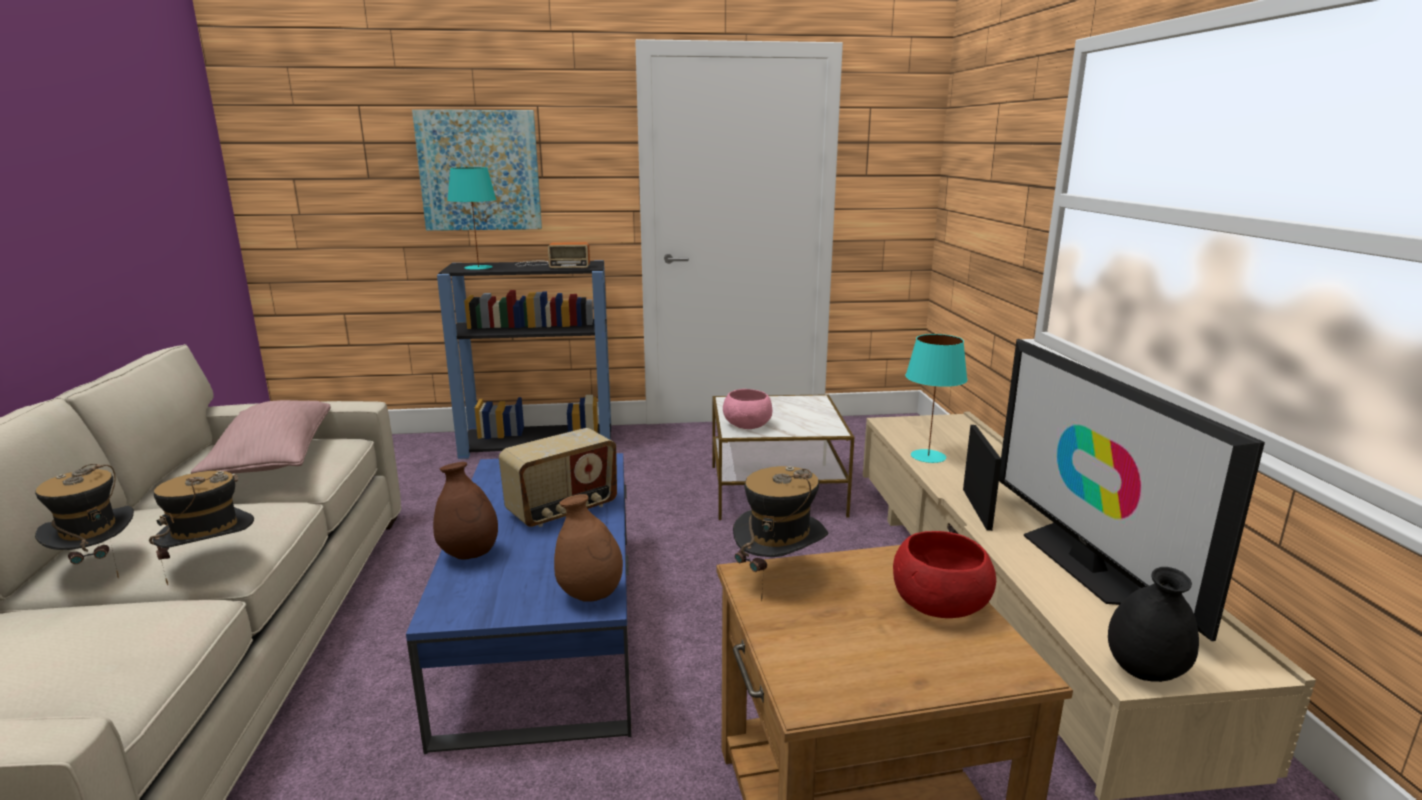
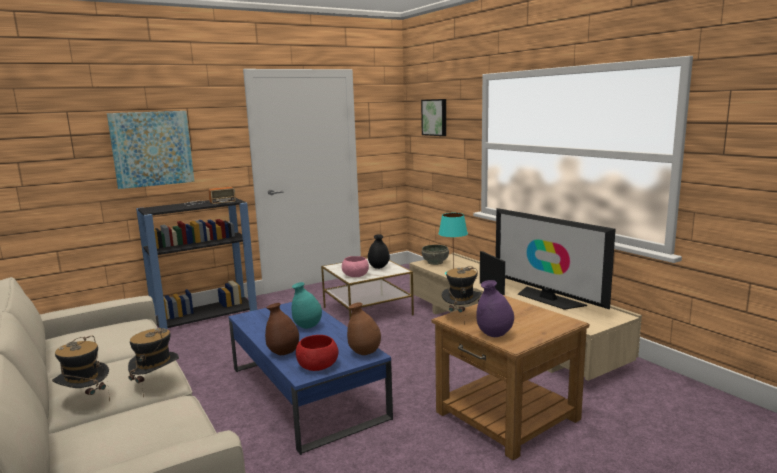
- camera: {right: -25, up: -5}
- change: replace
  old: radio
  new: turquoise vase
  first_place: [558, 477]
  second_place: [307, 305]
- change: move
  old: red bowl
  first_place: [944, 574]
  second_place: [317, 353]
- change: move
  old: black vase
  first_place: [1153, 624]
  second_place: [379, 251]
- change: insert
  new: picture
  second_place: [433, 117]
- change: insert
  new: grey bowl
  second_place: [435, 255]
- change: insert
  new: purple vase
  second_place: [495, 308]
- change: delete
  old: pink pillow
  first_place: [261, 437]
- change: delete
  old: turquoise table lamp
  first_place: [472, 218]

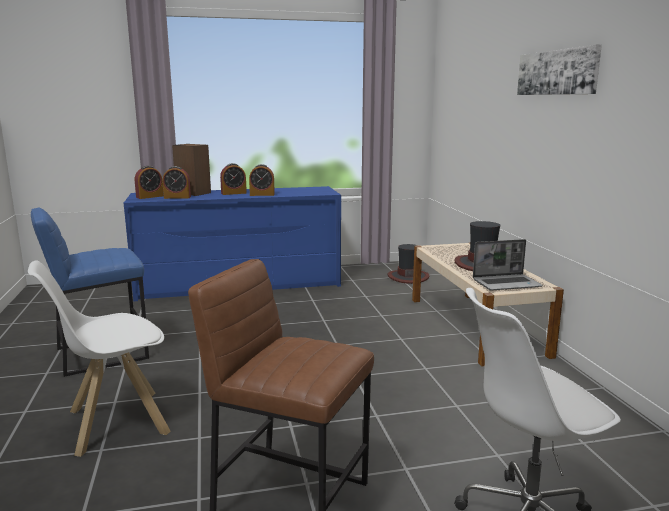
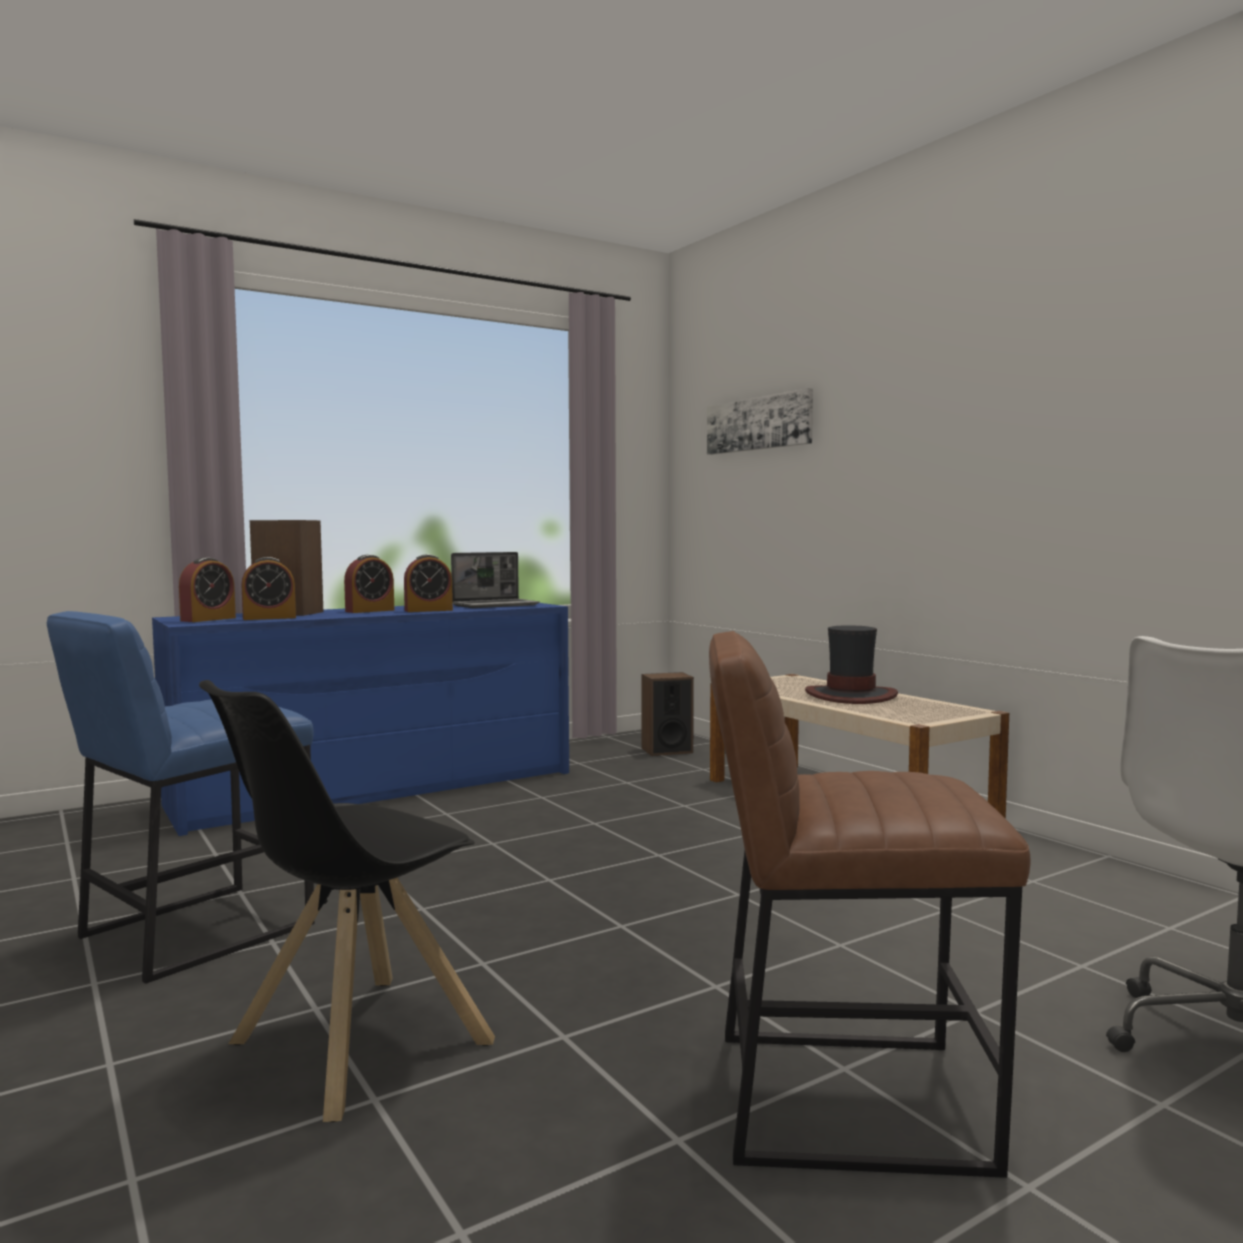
- camera: {right: -20, up: -10}
- change: recolor
  old: white chair
  new: black chair
  first_place: [99, 359]
  second_place: [347, 901]
- change: move
  old: laptop
  first_place: [508, 264]
  second_place: [495, 580]
- change: replace
  old: hat
  new: speaker
  first_place: [408, 264]
  second_place: [668, 714]
- change: move
  old: picture
  first_place: [559, 70]
  second_place: [760, 421]

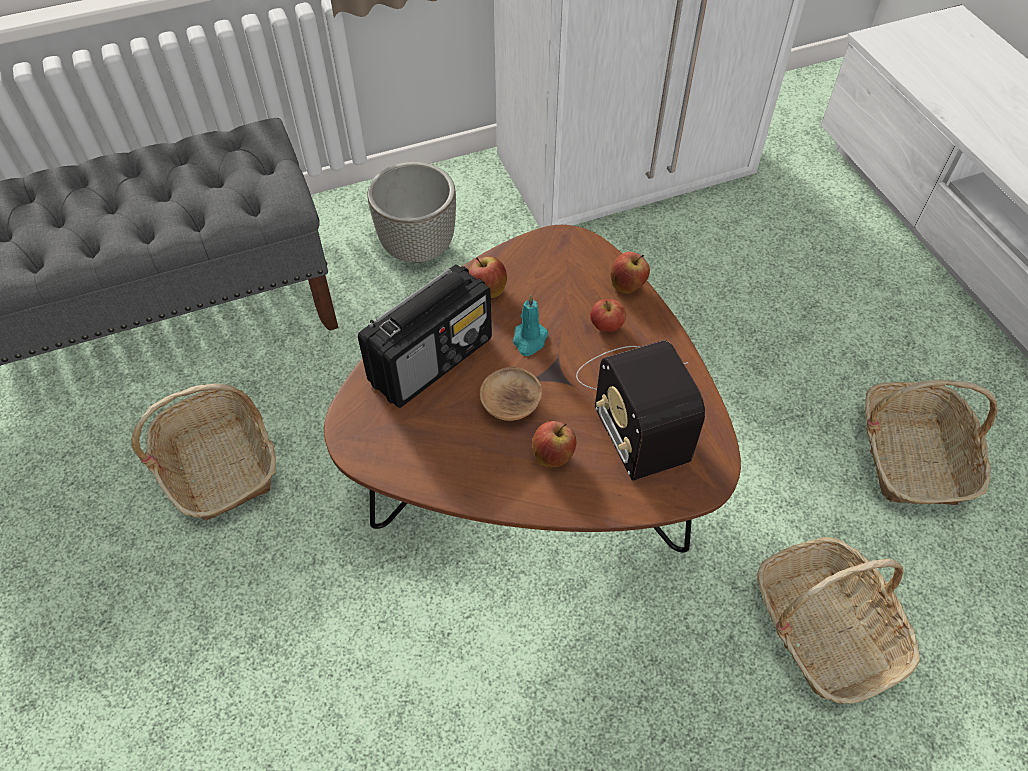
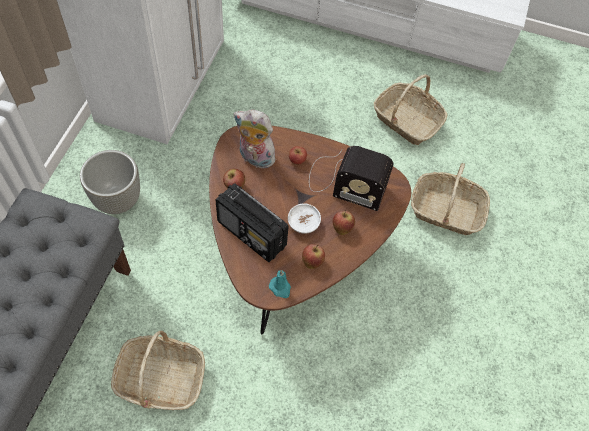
- camera: {right: -55, up: 5}
- change: rotate
  old: radio
  first_place: [425, 336]
  second_place: [252, 222]
  degrees: 135
- change: insert
  new: plush toy
  second_place: [254, 140]
- change: move
  old: turquoise candle
  first_place: [530, 325]
  second_place: [280, 284]
- change: recolor
  old: brown bowl
  new: white bowl
  first_place: [511, 394]
  second_place: [304, 218]
- change: move
  old: apple
  first_place: [630, 273]
  second_place: [313, 256]

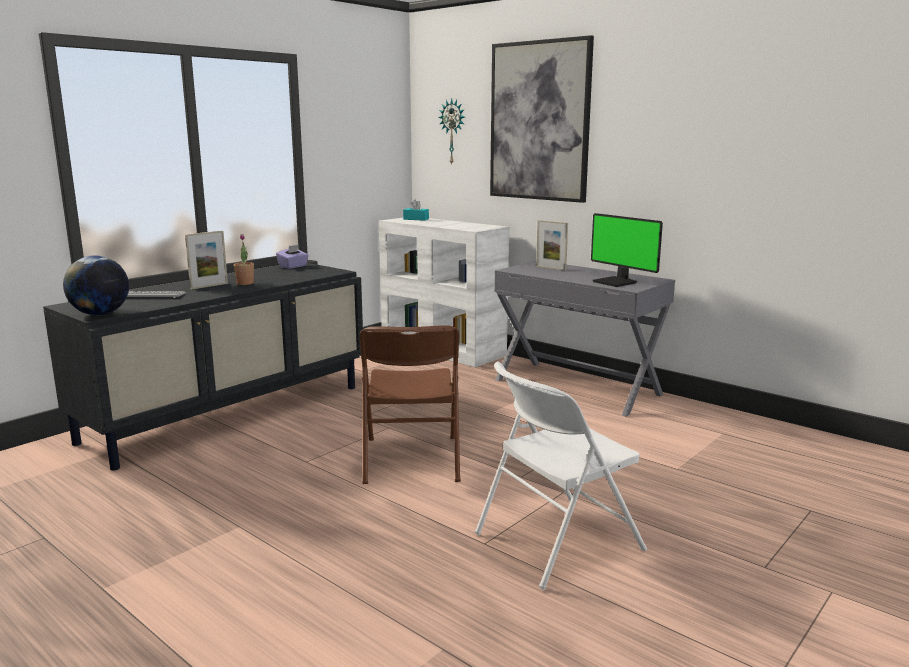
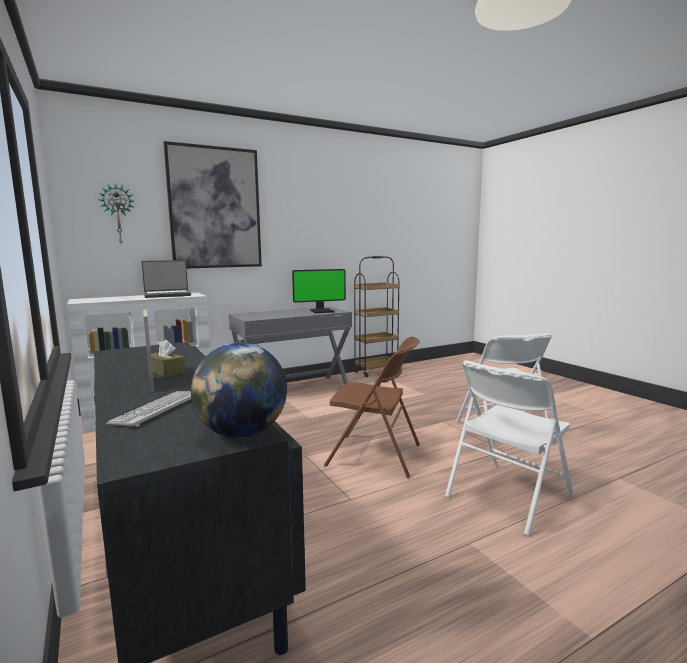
- camera: {right: -70, up: -5}
- change: insert
  new: laptop
  second_place: [166, 279]
- change: replace
  old: potted plant
  new: brown tissue box
  first_place: [244, 259]
  second_place: [166, 358]
- change: insert
  new: brown cart
  second_place: [377, 316]
- change: insert
  new: white chair
  second_place: [509, 448]
- change: delete
  old: purple tissue box
  first_place: [292, 257]
- change: delete
  old: turquoise tissue box
  first_place: [416, 210]
- change: delete
  old: picture frame
  first_place: [552, 245]

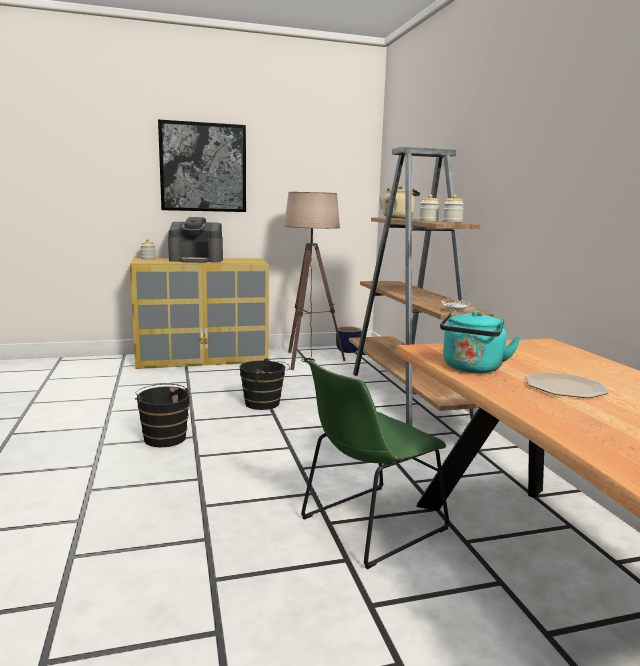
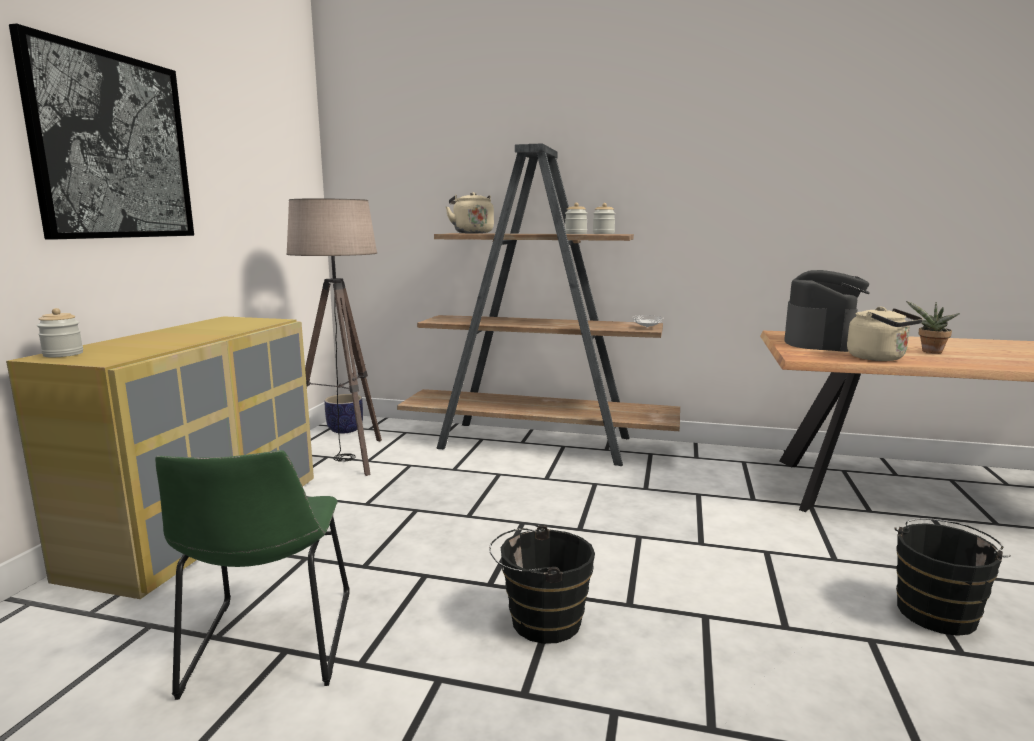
- camera: {right: -60, up: 0}
- change: move
  old: green chair
  first_place: [375, 464]
  second_place: [252, 575]
- change: move
  old: coffee machine
  first_place: [195, 240]
  second_place: [827, 311]
- change: recolor
  old: turquoise kettle
  new: beige kettle
  first_place: [480, 342]
  second_place: [885, 334]
- change: move
  old: black bucket
  first_place: [264, 384]
  second_place: [953, 577]
- change: replace
  old: plate
  new: potted plant
  first_place: [567, 385]
  second_place: [933, 327]

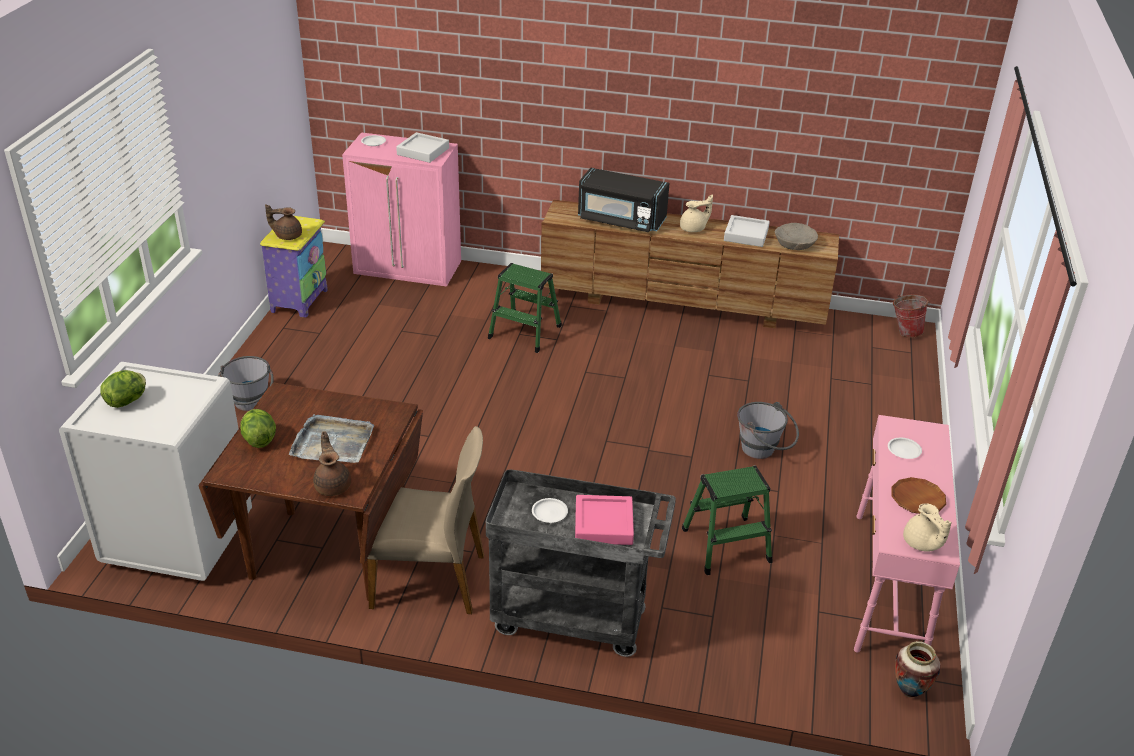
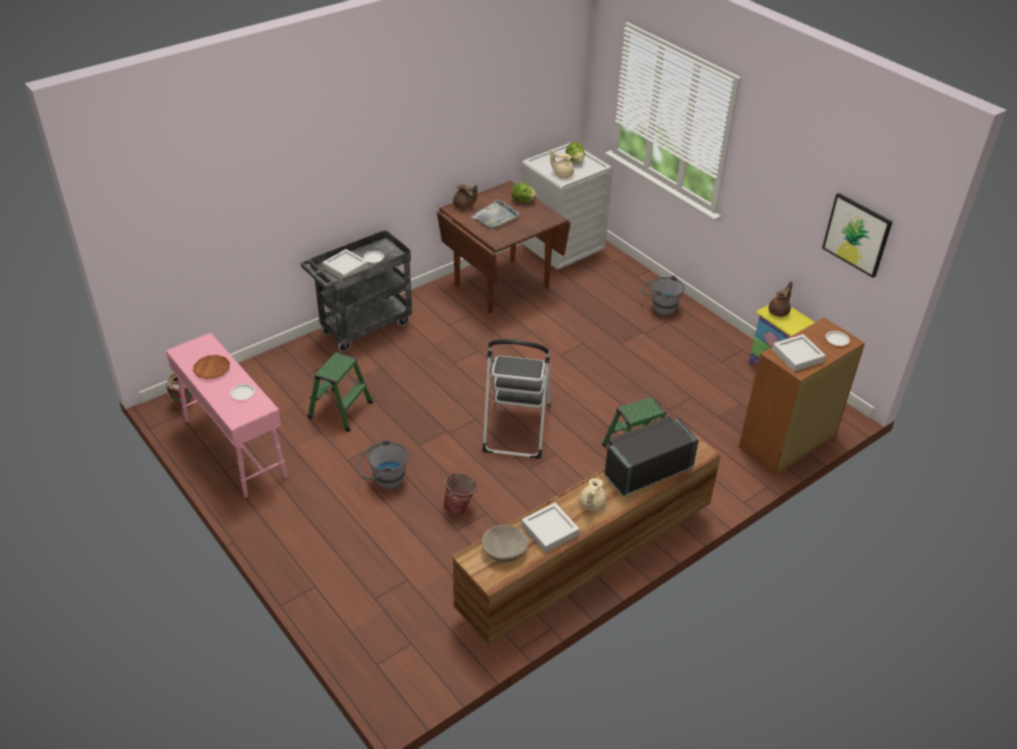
- camera: {right: 130, up: 5}
- change: recolor
  old: pink tray
  new: grey tray
  first_place: [604, 520]
  second_place: [345, 264]
- change: move
  old: bucket
  first_place: [912, 316]
  second_place: [460, 494]
- change: insert
  new: step ladder
  second_place: [517, 399]
- change: move
  old: beige teapot
  first_place: [927, 527]
  second_place: [562, 163]
- change: recolor
  old: pink cabinet
  new: brown cabinet
  first_place: [401, 209]
  second_place: [802, 396]
- change: insert
  new: picture
  second_place: [857, 235]
- change: delete
  old: beige chair
  first_place: [425, 520]

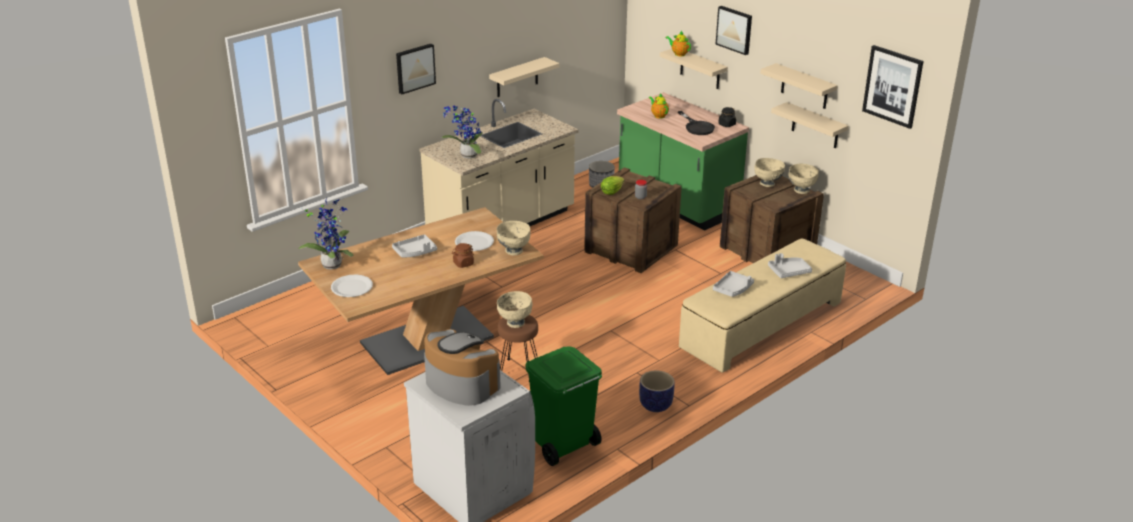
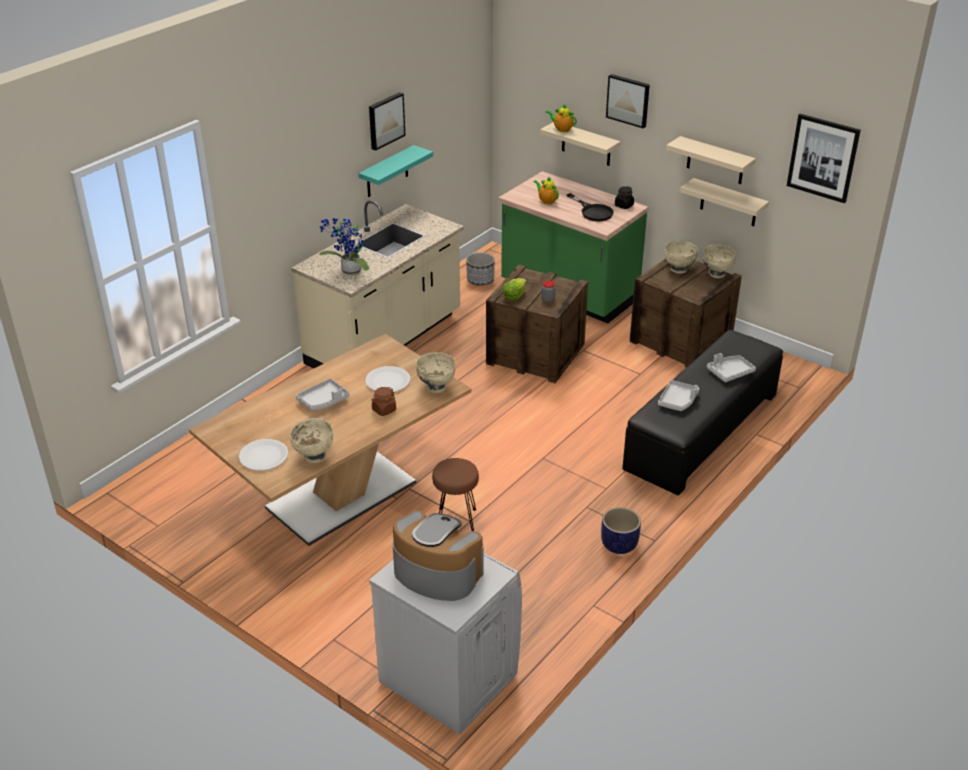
- camera: {right: -10, up: 5}
- change: move
  old: beige bowl
  first_place: [514, 309]
  second_place: [311, 440]
- change: recolor
  old: beige shelf
  new: turquoise shelf
  first_place: [524, 77]
  second_place: [396, 171]
- change: move
  old: picture
  first_place: [416, 69]
  second_place: [387, 121]
- change: recolor
  old: beige bench
  new: black bench
  first_place: [762, 306]
  second_place: [702, 412]
- change: delete
  old: potted plant
  first_place: [325, 234]
- change: delete
  old: green trash can
  first_place: [563, 406]

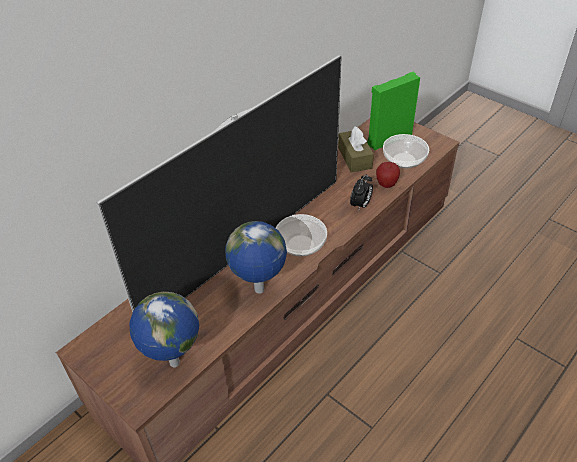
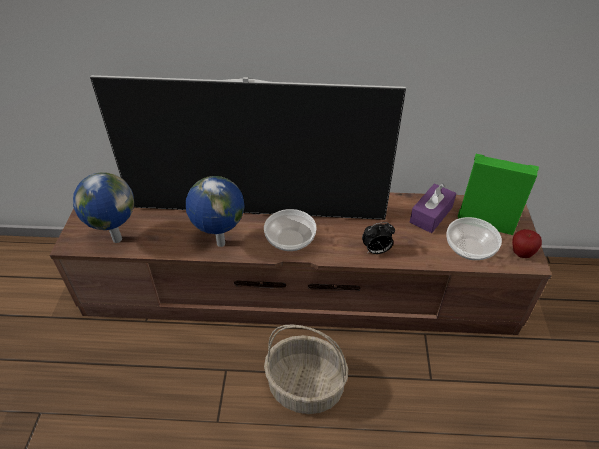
- camera: {right: 50, up: 0}
- change: insert
  new: basket
  second_place: [306, 369]
- change: recolor
  old: brown tissue box
  new: purple tissue box
  first_place: [356, 149]
  second_place: [433, 208]
- change: move
  old: apple
  first_place: [388, 175]
  second_place: [527, 243]

